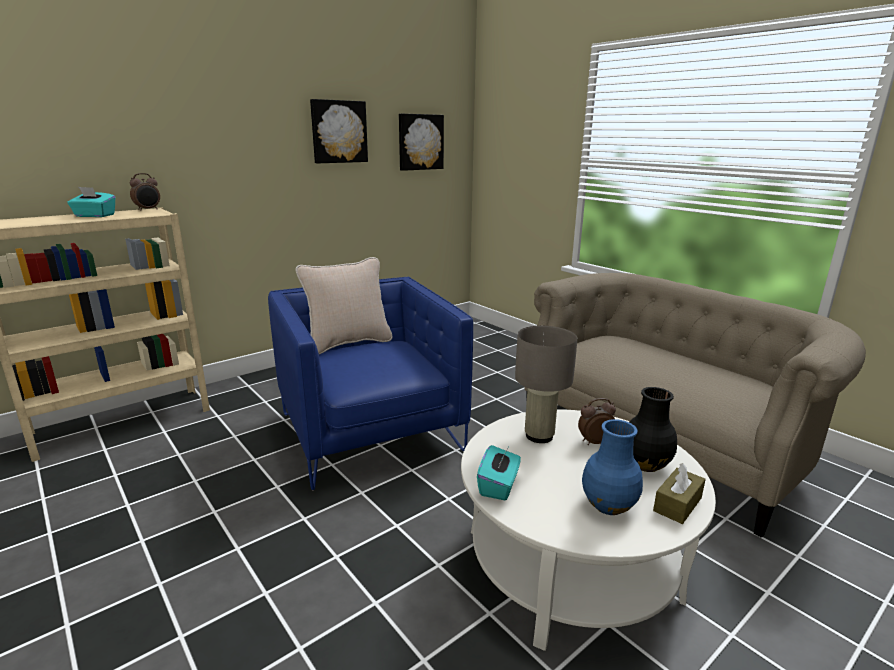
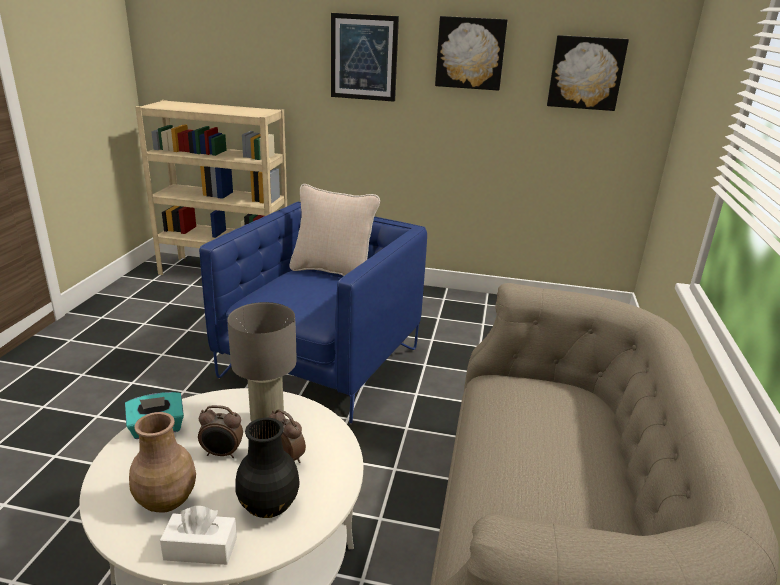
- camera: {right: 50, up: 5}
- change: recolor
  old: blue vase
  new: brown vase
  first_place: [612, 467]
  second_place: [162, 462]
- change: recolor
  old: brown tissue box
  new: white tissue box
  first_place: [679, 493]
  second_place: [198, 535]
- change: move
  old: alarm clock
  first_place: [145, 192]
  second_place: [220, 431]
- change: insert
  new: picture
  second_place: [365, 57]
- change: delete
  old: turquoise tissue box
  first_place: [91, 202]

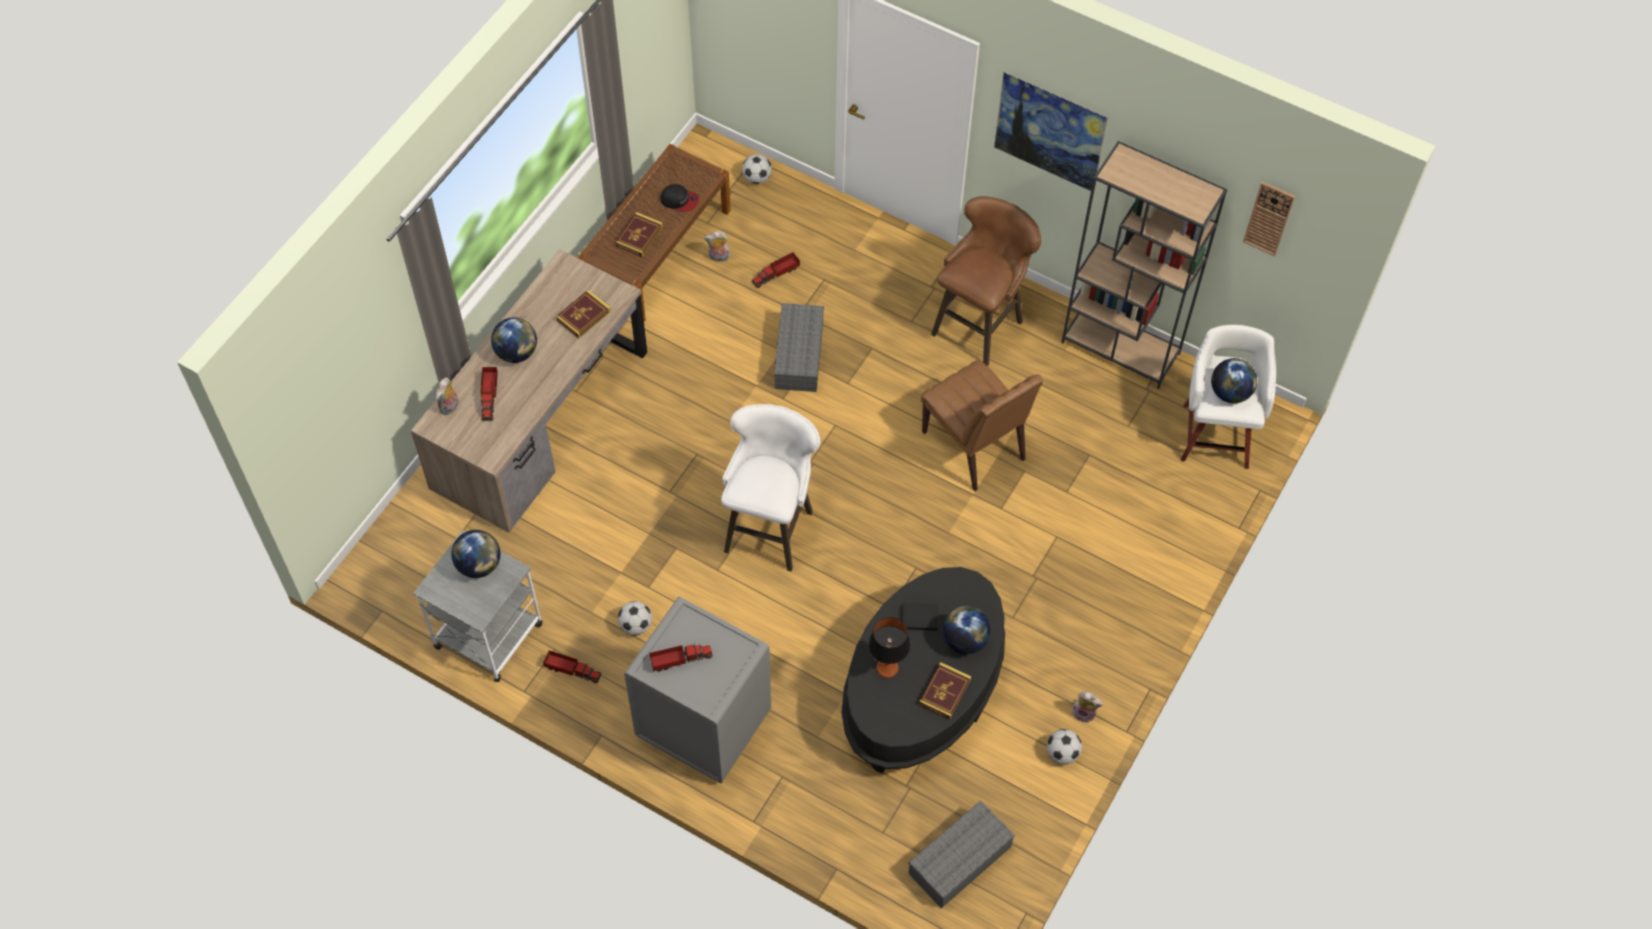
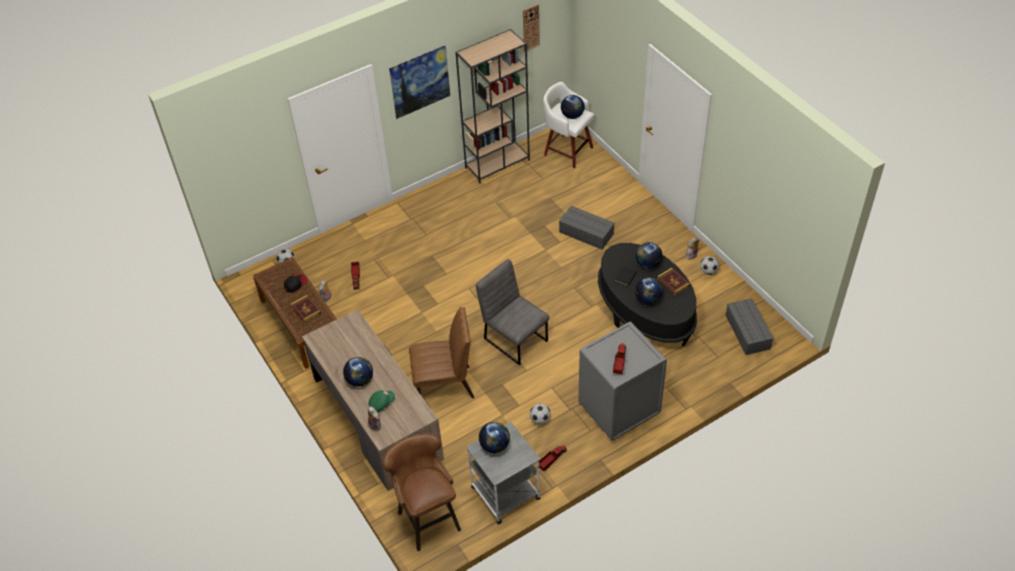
- camera: {right: -60, up: -10}
- change: replace
  old: toy truck
  new: green cap
  first_place: [489, 394]
  second_place: [382, 401]
- change: move
  old: brown stool
  first_place: [986, 281]
  second_place: [422, 492]
- change: move
  old: brown chair
  first_place: [982, 425]
  second_place: [441, 352]
- change: replace
  old: white stool
  new: grey chair
  first_place: [771, 488]
  second_place: [512, 312]
- change: move
  old: grey storage box
  first_place: [799, 347]
  second_place: [587, 228]
- change: replace
  old: table lamp
  new: globe
  first_place: [889, 647]
  second_place: [649, 291]
- change: delete
  old: book
  first_place: [583, 314]

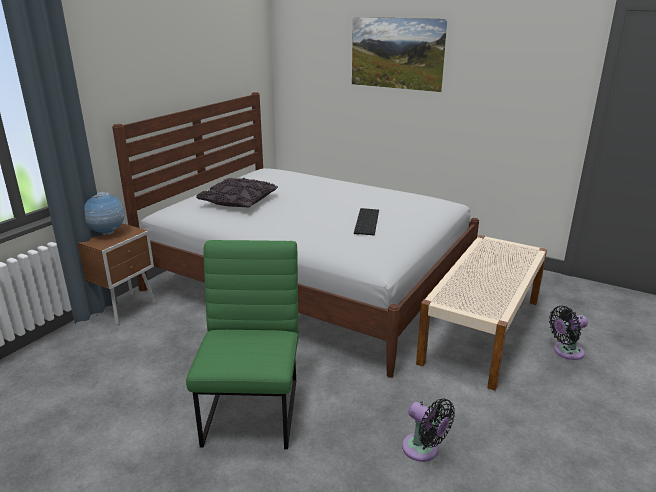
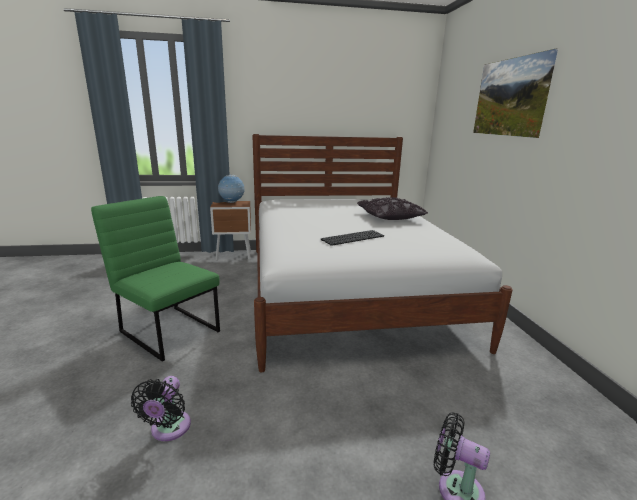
- camera: {right: 50, up: -5}
- change: rotate
  old: green chair
  first_place: [242, 344]
  second_place: [155, 279]
  degrees: -105
- change: move
  old: black pillow
  first_place: [237, 193]
  second_place: [392, 208]
- change: delete
  old: beige bench
  first_place: [481, 313]

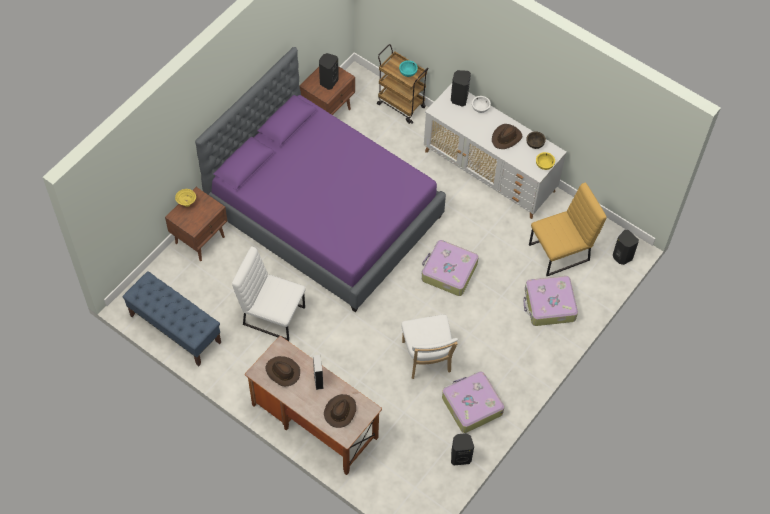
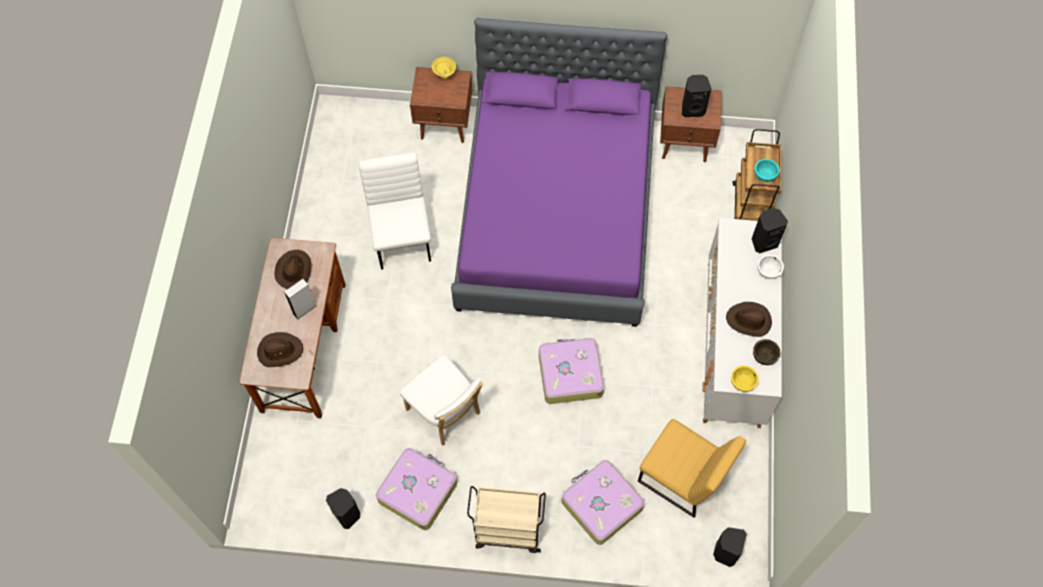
- camera: {right: 60, up: 5}
- change: rotate
  old: white chair
  first_place: [429, 346]
  second_place: [441, 400]
  degrees: -90
- change: insert
  new: beige cart
  second_place: [506, 519]
- change: delete
  old: blue bench
  first_place: [172, 318]

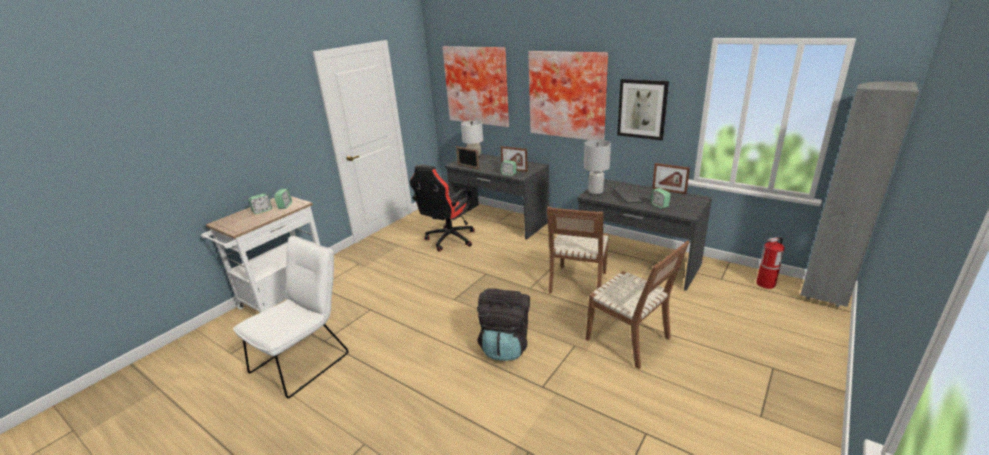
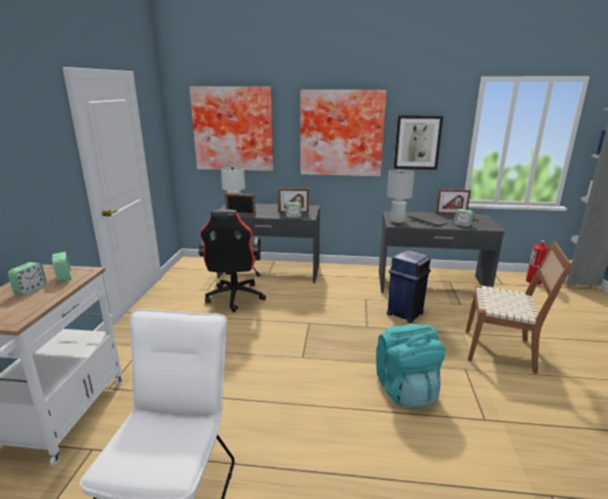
- camera: {right: -30, up: -5}
- change: recolor
  old: black backpack
  new: turquoise backpack
  first_place: [503, 324]
  second_place: [410, 365]
- change: replace
  old: chair
  new: blue trash can
  first_place: [578, 250]
  second_place: [409, 286]

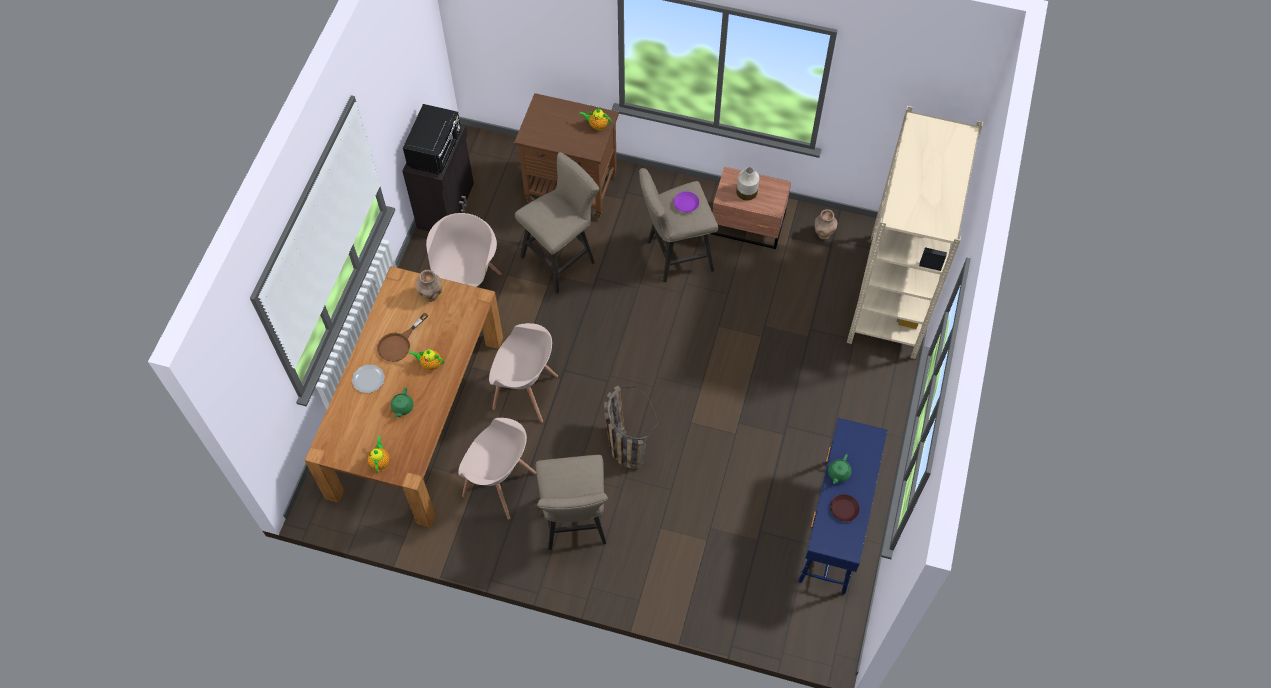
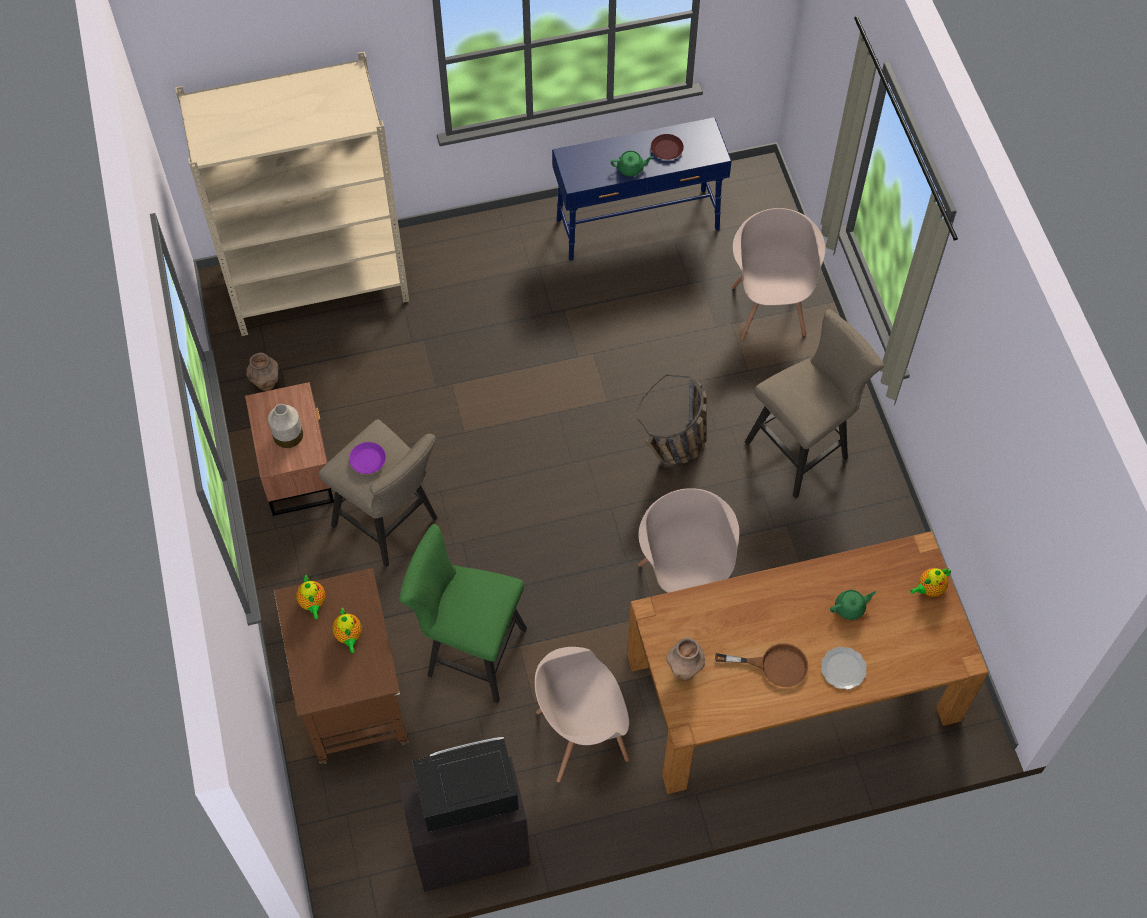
- camera: {right: -120, up: 0}
- change: move
  old: teapot
  first_place: [426, 359]
  second_place: [347, 630]
- change: recolor
  old: beige stool
  new: green stool
  first_place: [557, 223]
  second_place: [463, 613]
- change: move
  old: beige chair
  first_place: [497, 469]
  second_place: [778, 274]

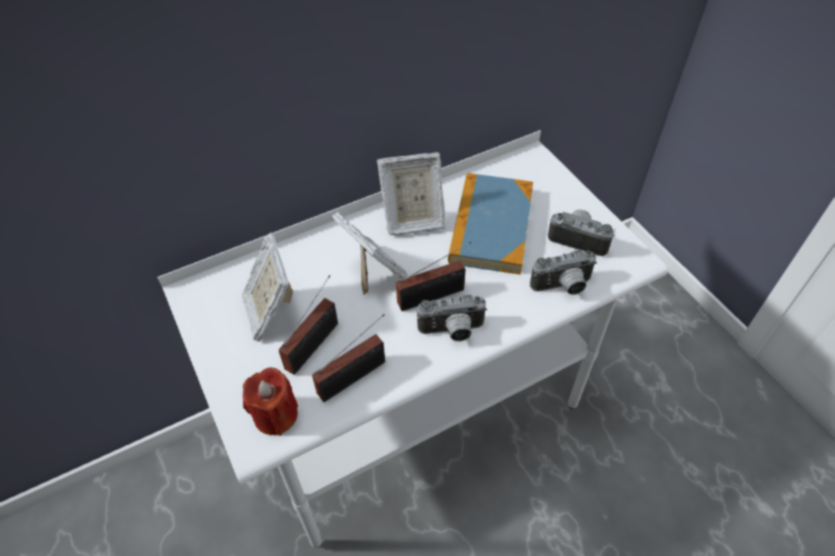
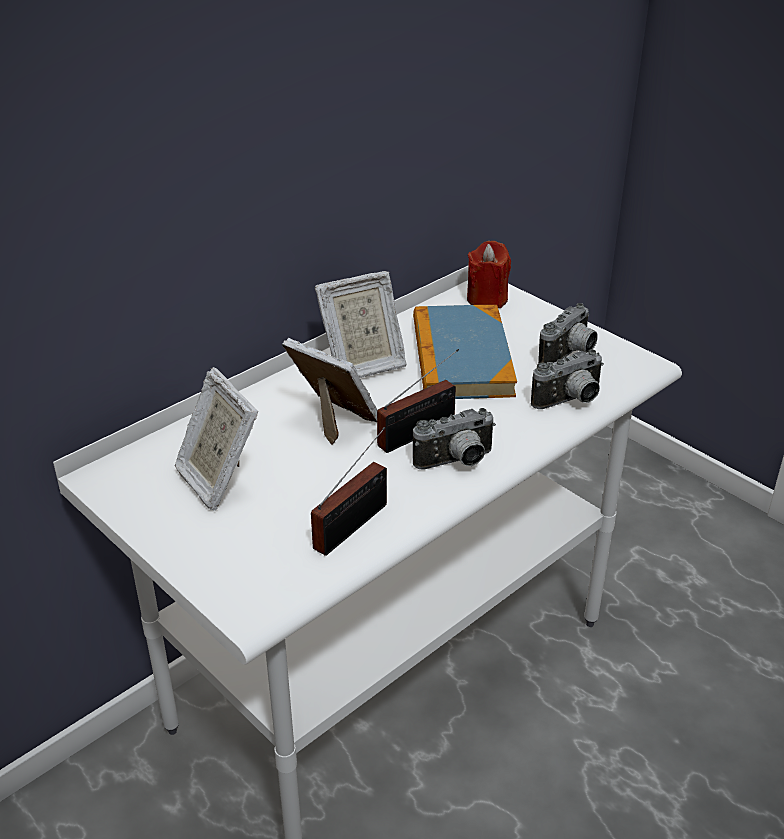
- camera: {right: -15, up: -15}
- change: move
  old: red candle
  first_place: [270, 401]
  second_place: [489, 274]
- change: rotate
  old: photo camera
  first_place: [581, 233]
  second_place: [568, 333]
  degrees: 120
- change: delete
  old: radio
  first_place: [308, 325]

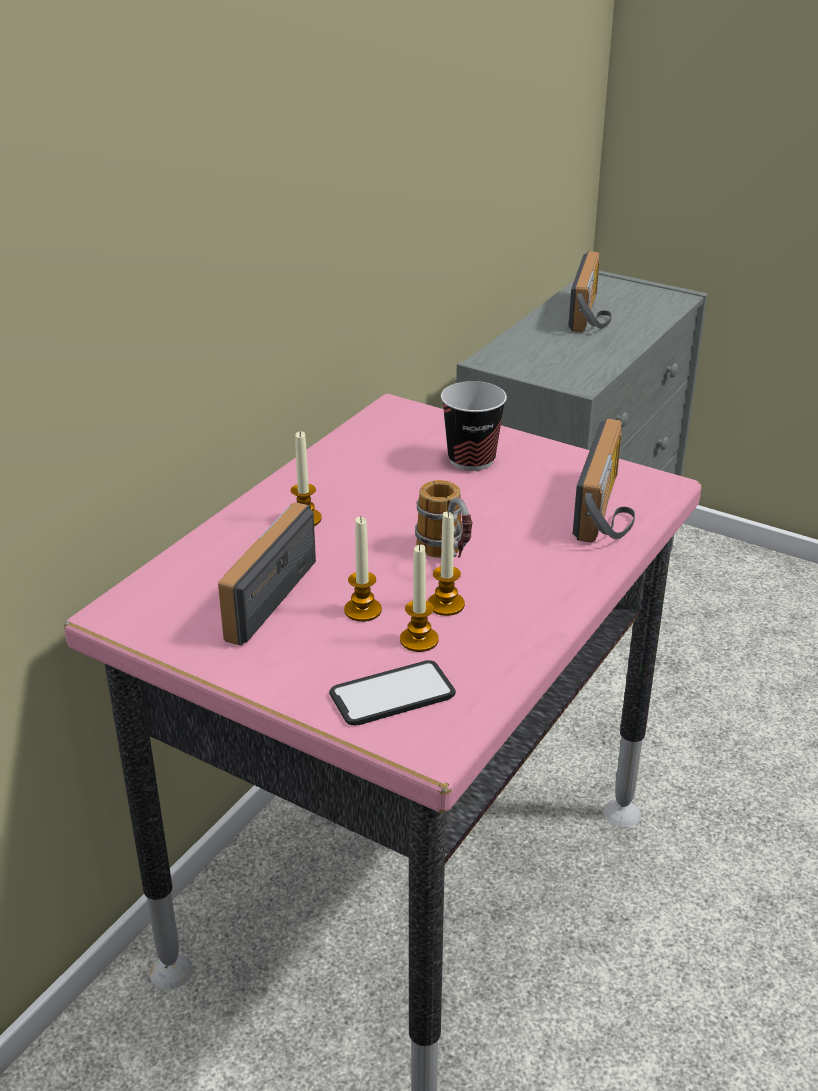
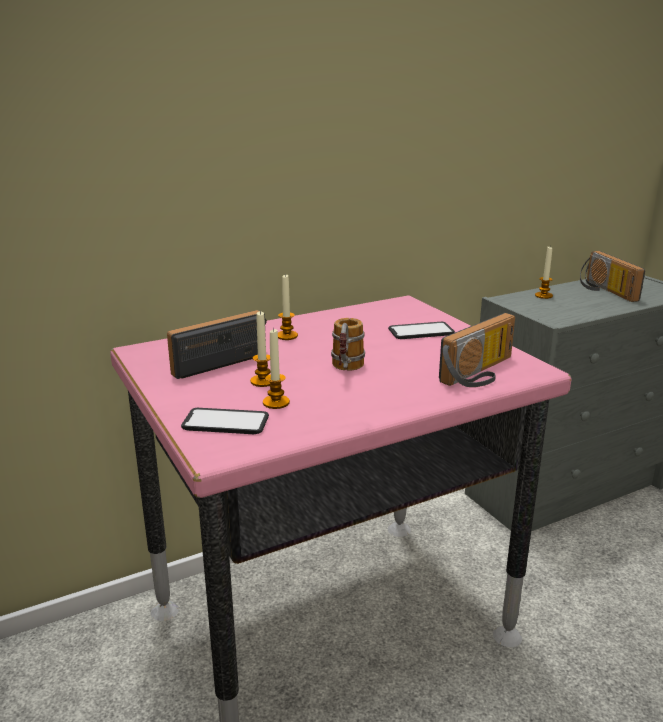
- camera: {right: 30, up: -10}
- change: replace
  old: cup
  new: phone
  first_place: [474, 426]
  second_place: [421, 330]
- change: move
  old: candle
  first_place: [446, 563]
  second_place: [544, 273]
- change: rotate
  old: radio
  first_place: [590, 291]
  second_place: [612, 276]
  degrees: 120

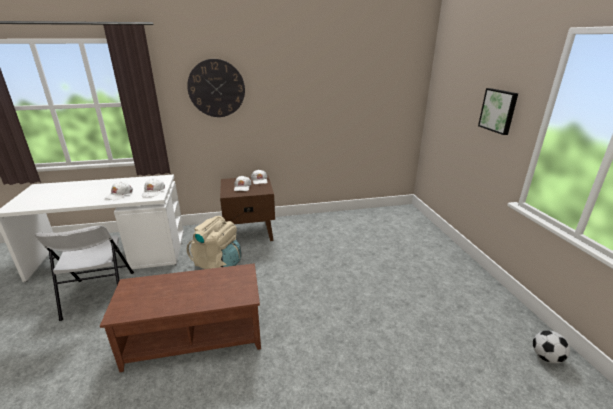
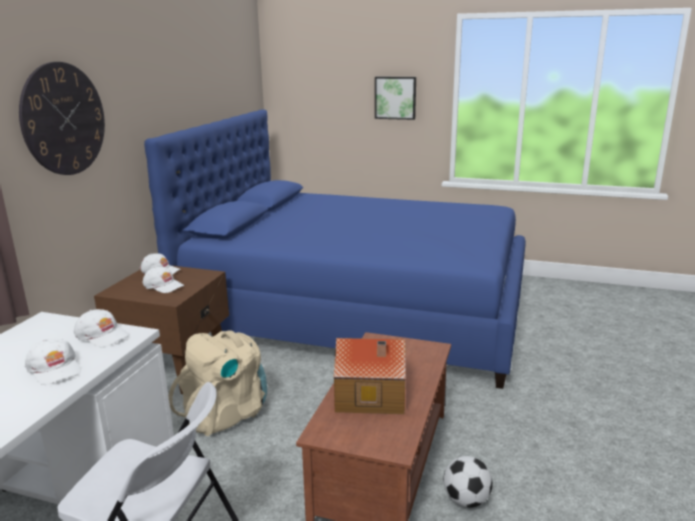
- camera: {right: -60, up: -5}
- change: insert
  new: blue bed
  second_place: [335, 249]
- change: insert
  new: toy house
  second_place: [369, 376]
- change: move
  old: football
  first_place: [551, 346]
  second_place: [468, 482]

